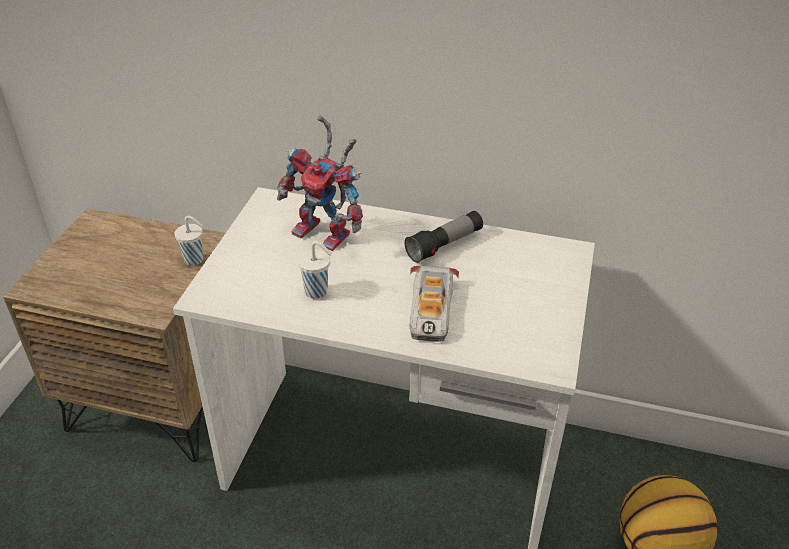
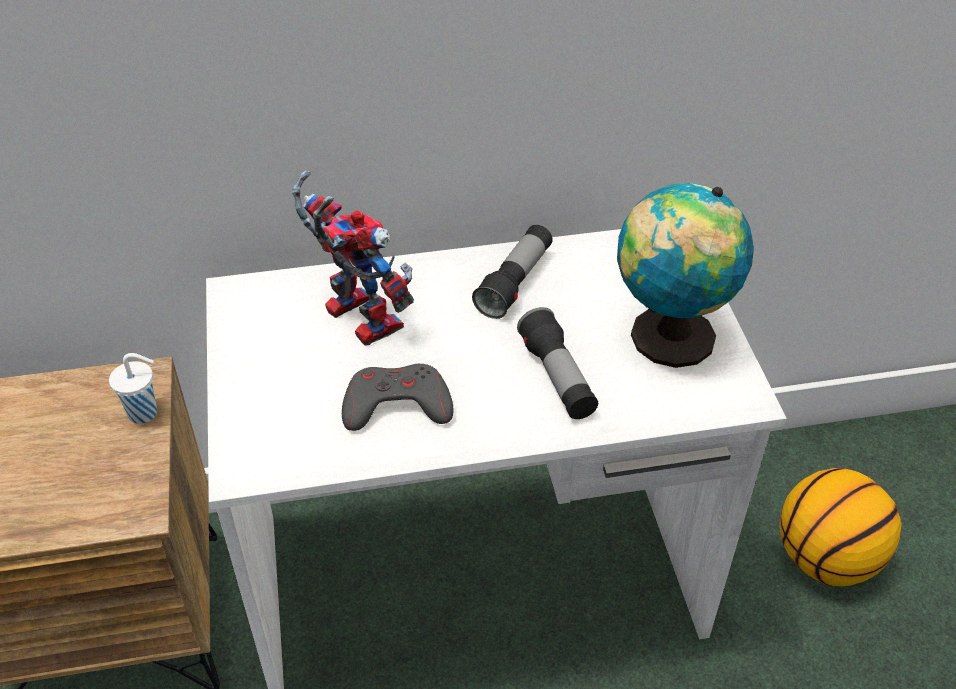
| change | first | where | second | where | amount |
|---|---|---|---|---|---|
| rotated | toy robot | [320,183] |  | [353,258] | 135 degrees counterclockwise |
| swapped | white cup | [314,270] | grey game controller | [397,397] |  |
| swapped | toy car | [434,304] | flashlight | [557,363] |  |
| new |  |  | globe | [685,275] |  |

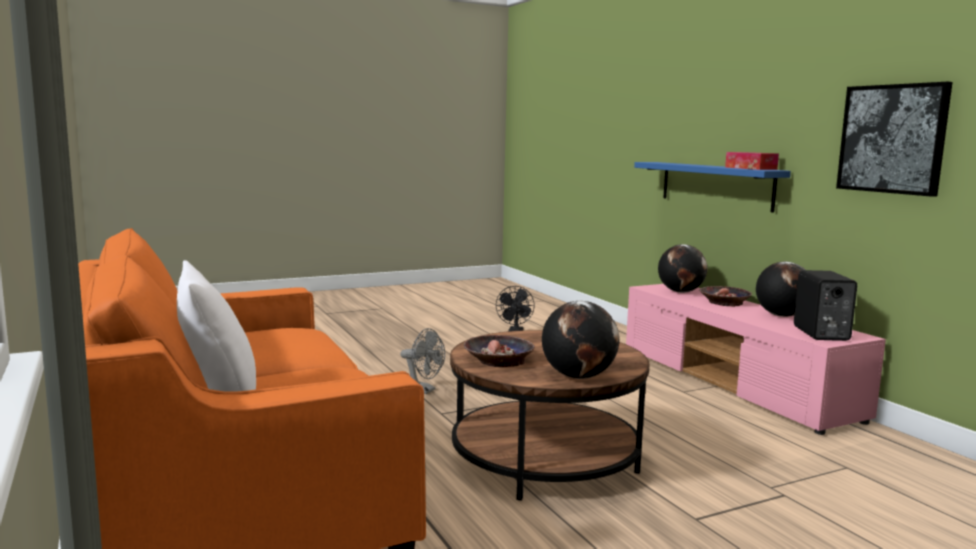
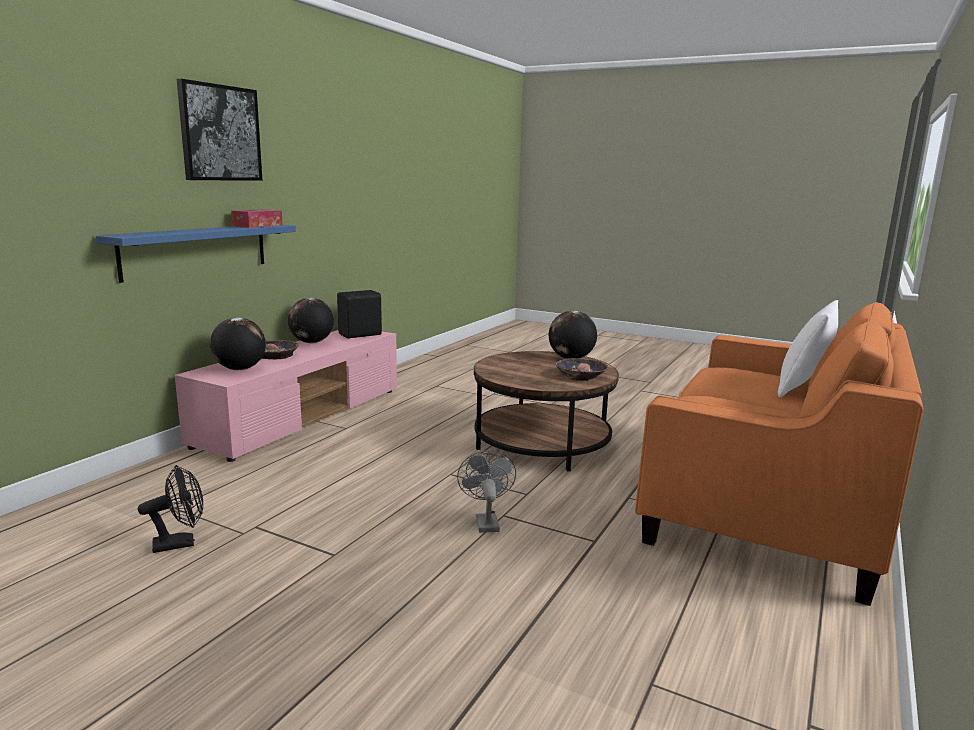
| change | first | where | second | where | amount |
|---|---|---|---|---|---|
| shifted | picture | [894,139] |  | [220,130] |  |

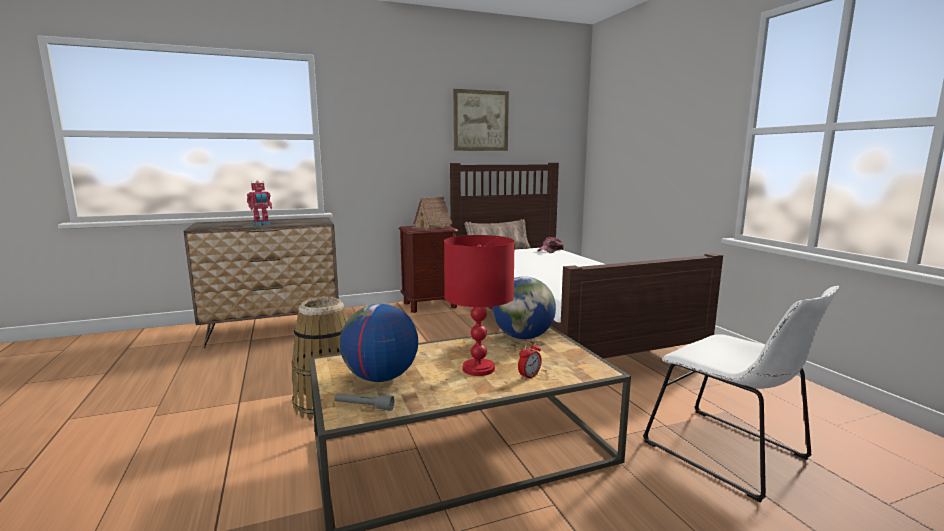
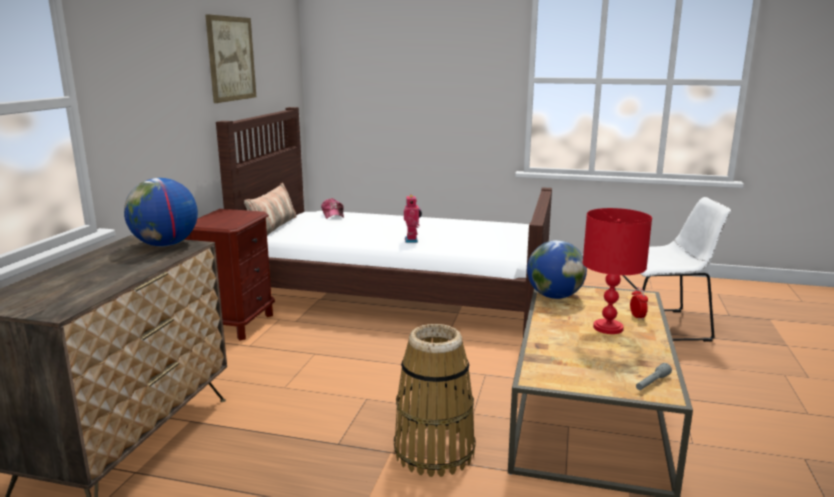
| change | first | where | second | where | amount |
|---|---|---|---|---|---|
| shifted | toy robot | [259,203] |  | [413,219] |  |
| shifted | globe | [379,343] |  | [161,212] |  |
| gone | toy house | [431,213] |  |  |  |

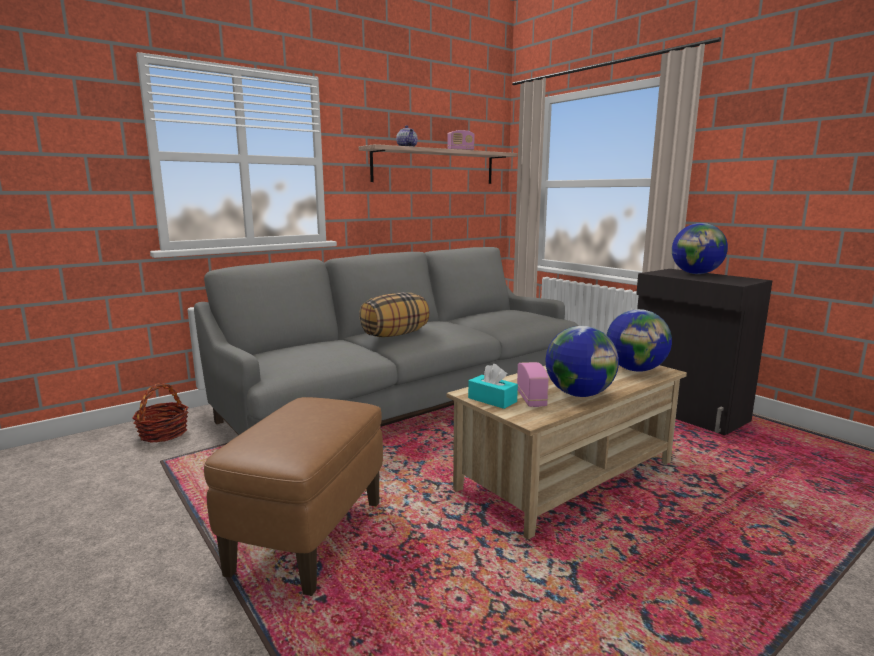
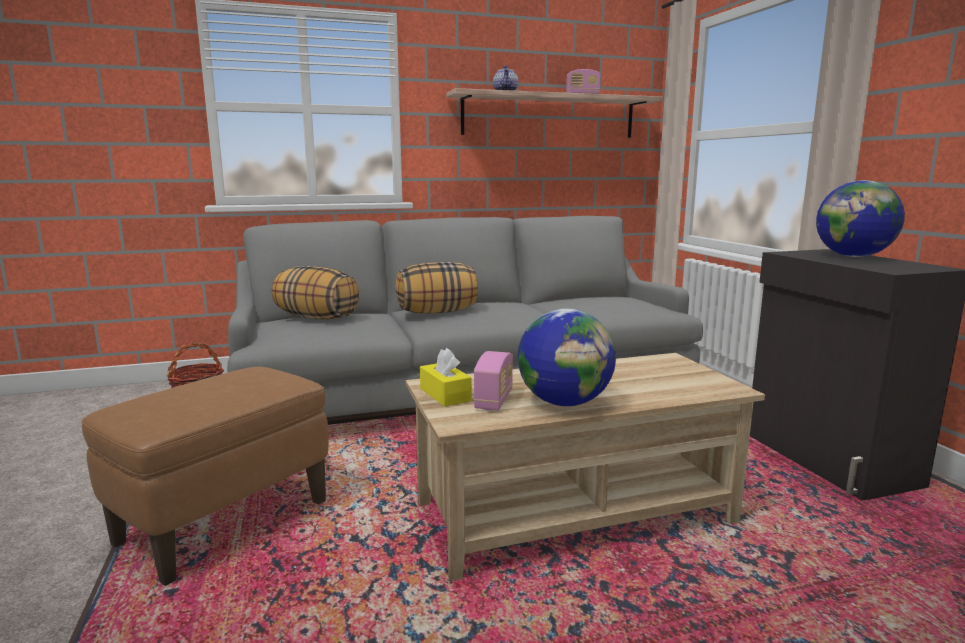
| change | first | where | second | where | amount |
|---|---|---|---|---|---|
| repainted | turquoise tissue box | [493,386] | yellow tissue box | [446,377] |  |
| gone | globe | [639,340] |  |  |  |
| new |  |  | pillow | [315,293] |  |

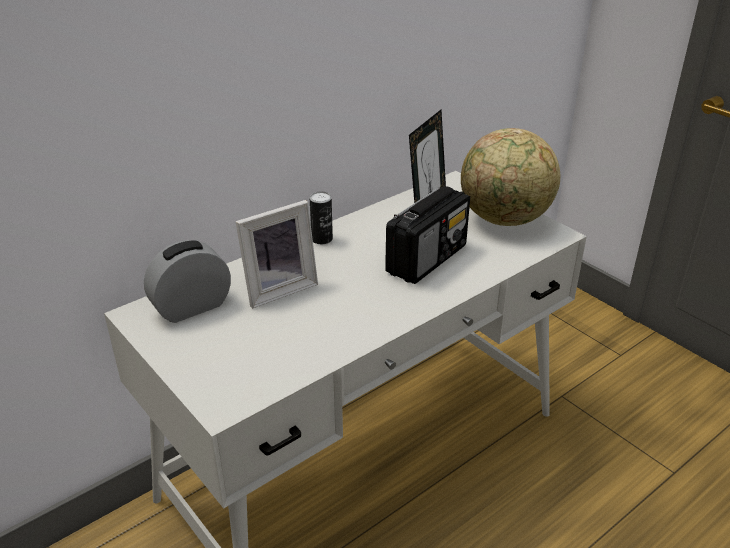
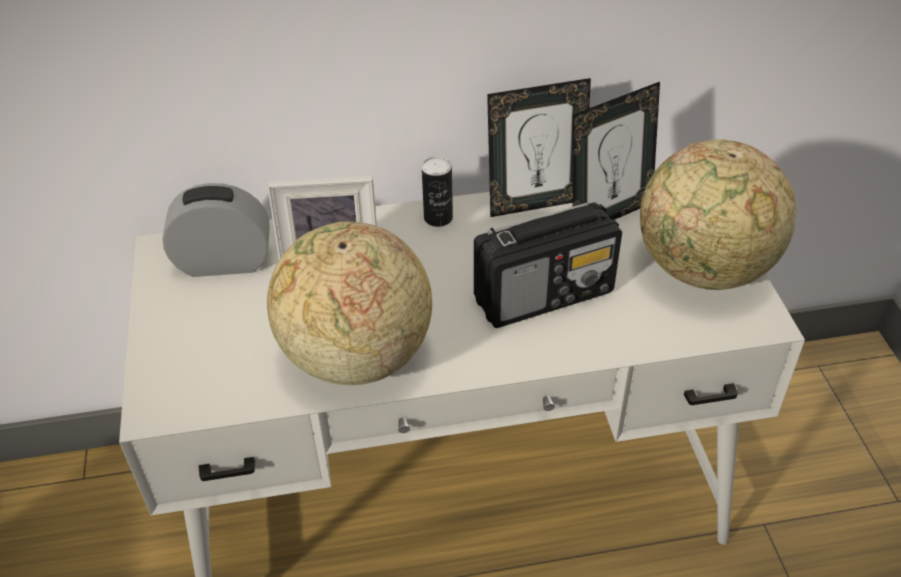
| change | first | where | second | where | amount |
|---|---|---|---|---|---|
| new |  |  | globe | [349,303] |  |
| new |  |  | picture frame | [539,147] |  |

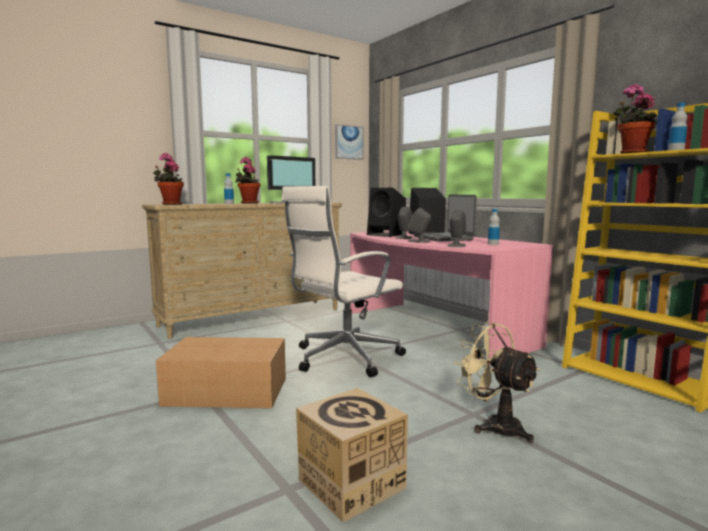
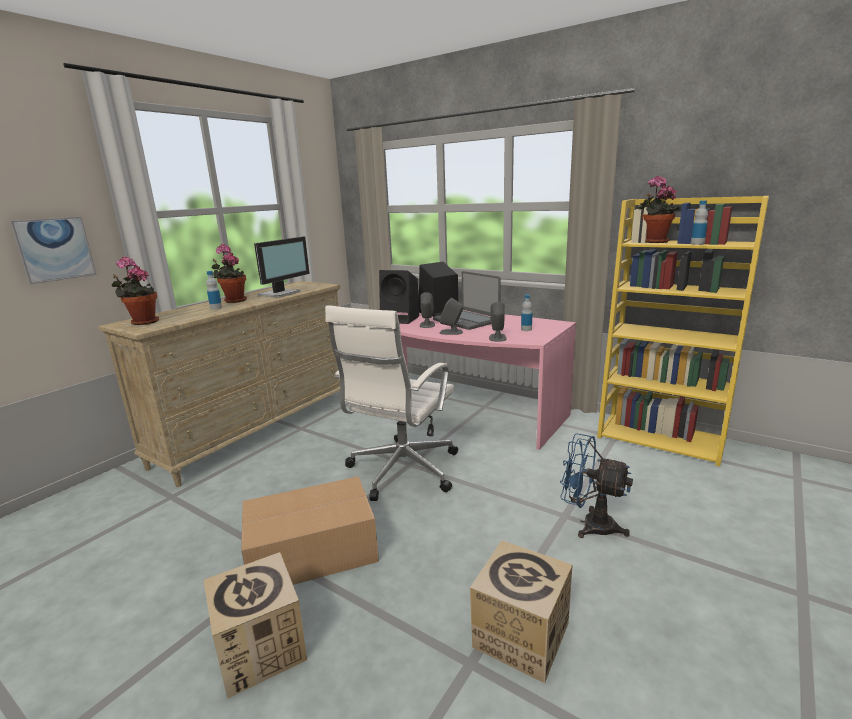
| change | first | where | second | where | amount |
|---|---|---|---|---|---|
| shifted | picture | [349,142] |  | [53,250] |  |
| repainted | beige fan | [497,382] | blue fan | [596,485] |  |
| new |  |  | cardboard box | [255,625] |  |

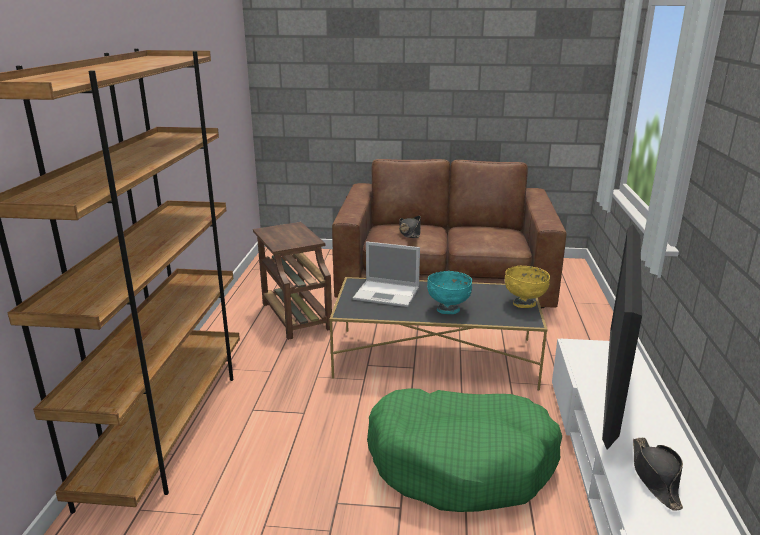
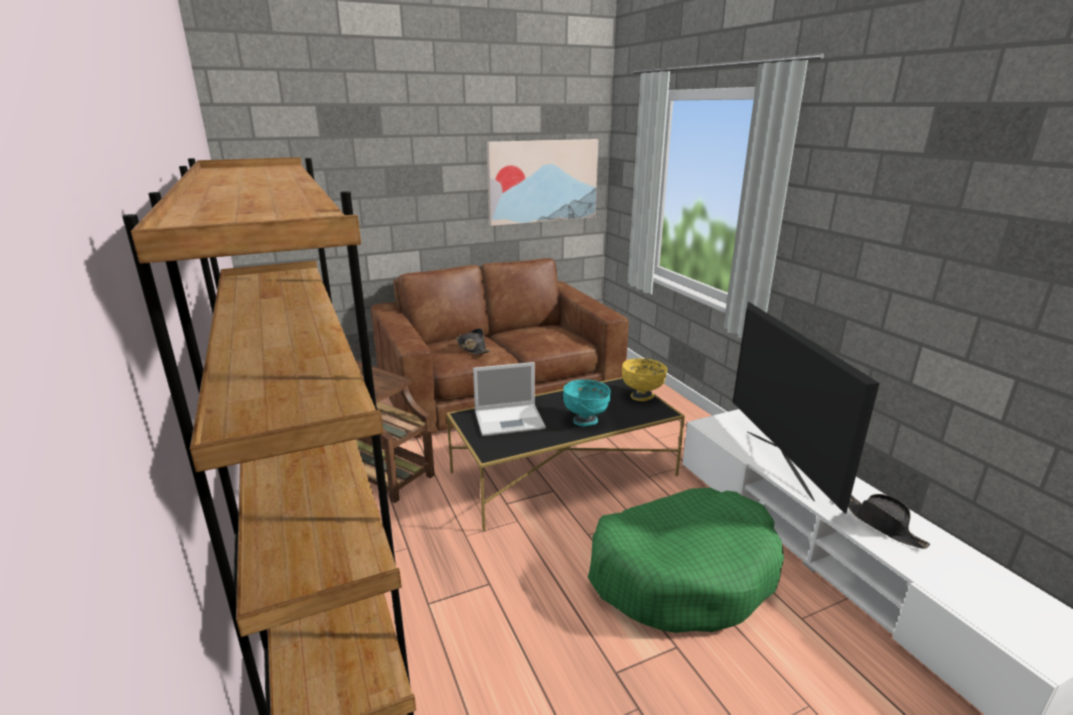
| change | first | where | second | where | amount |
|---|---|---|---|---|---|
| new |  |  | picture | [542,182] |  |

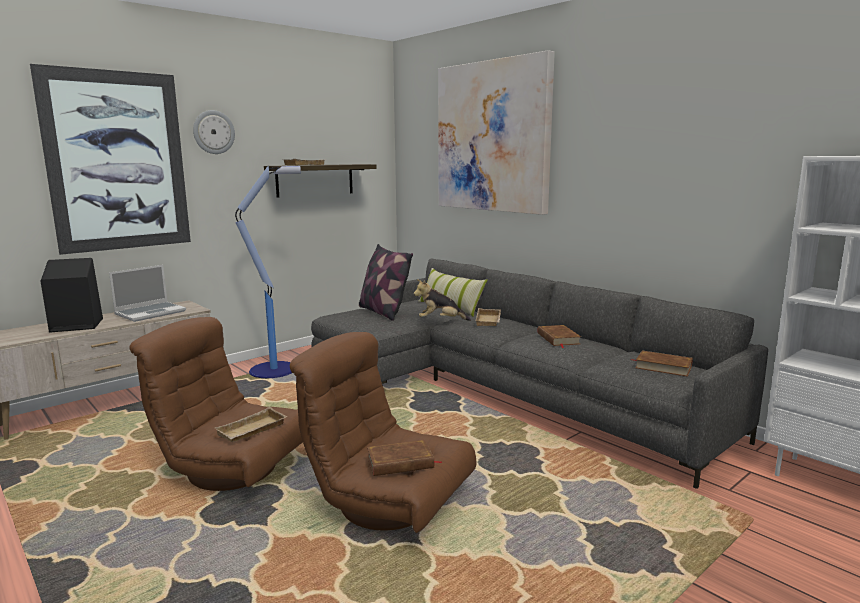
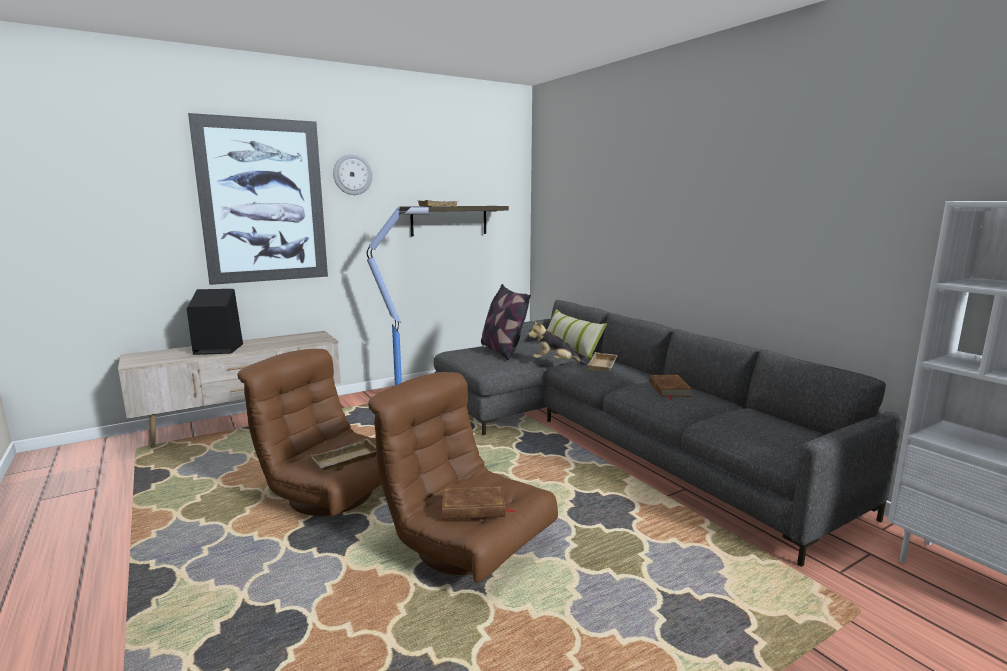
| change | first | where | second | where | amount |
|---|---|---|---|---|---|
| gone | laptop | [147,293] |  |  |  |
| gone | picture | [496,132] |  |  |  |
| gone | brown book | [662,364] |  |  |  |

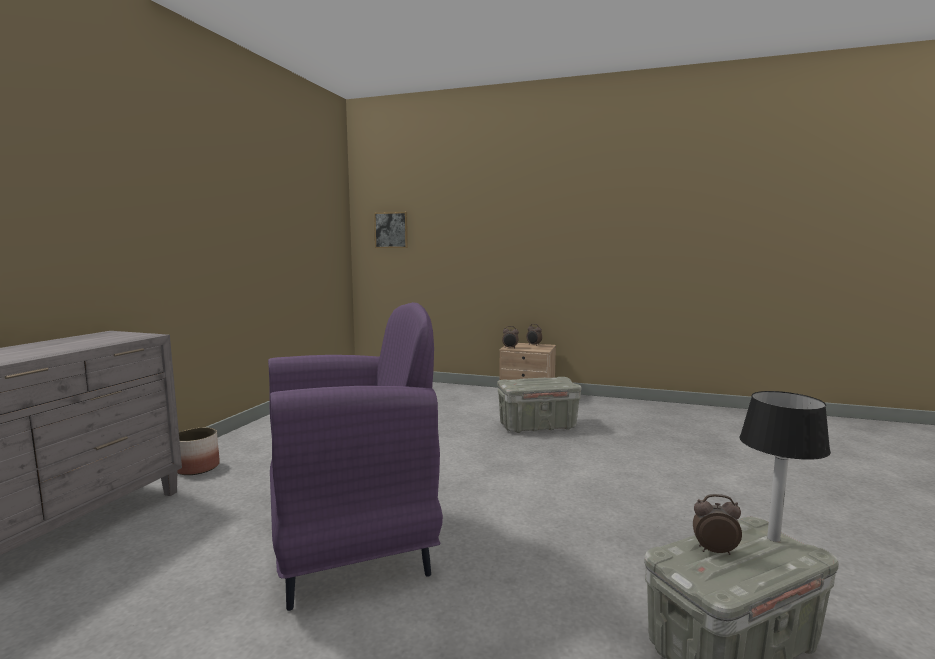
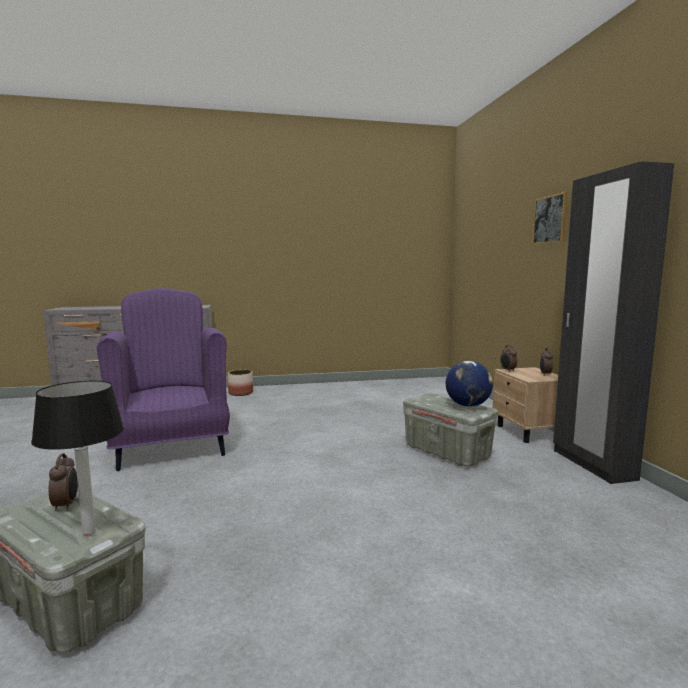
| change | first | where | second | where | amount |
|---|---|---|---|---|---|
| rotated | purple armchair | [355,456] |  | [163,379] | 150 degrees counterclockwise |
| shifted | picture | [391,230] |  | [550,218] |  |
| new |  |  | globe | [469,384] |  |
| new |  |  | black wardrobe | [613,322] |  |

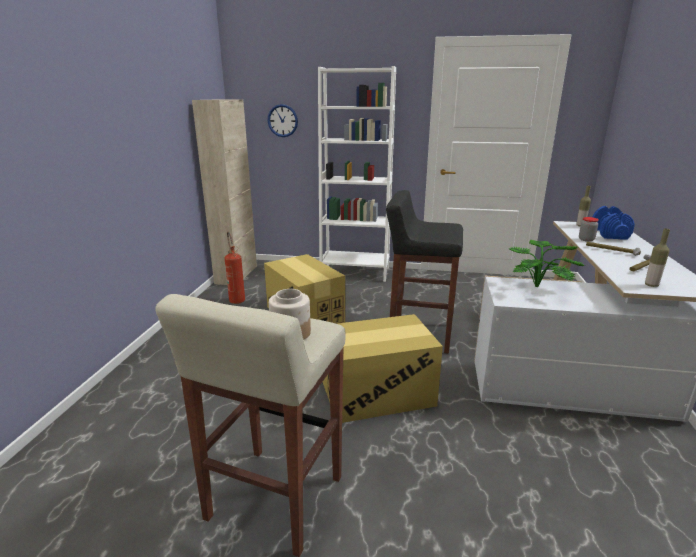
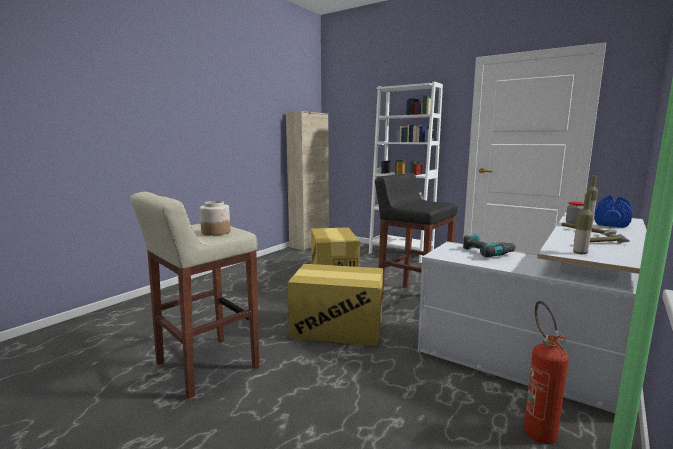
| change | first | where | second | where | amount |
|---|---|---|---|---|---|
| shifted | fire extinguisher | [235,268] |  | [546,372] |  |
| gone | wall clock | [283,120] |  |  |  |
| swapped | potted plant | [547,263] | power drill | [490,245] |  |

